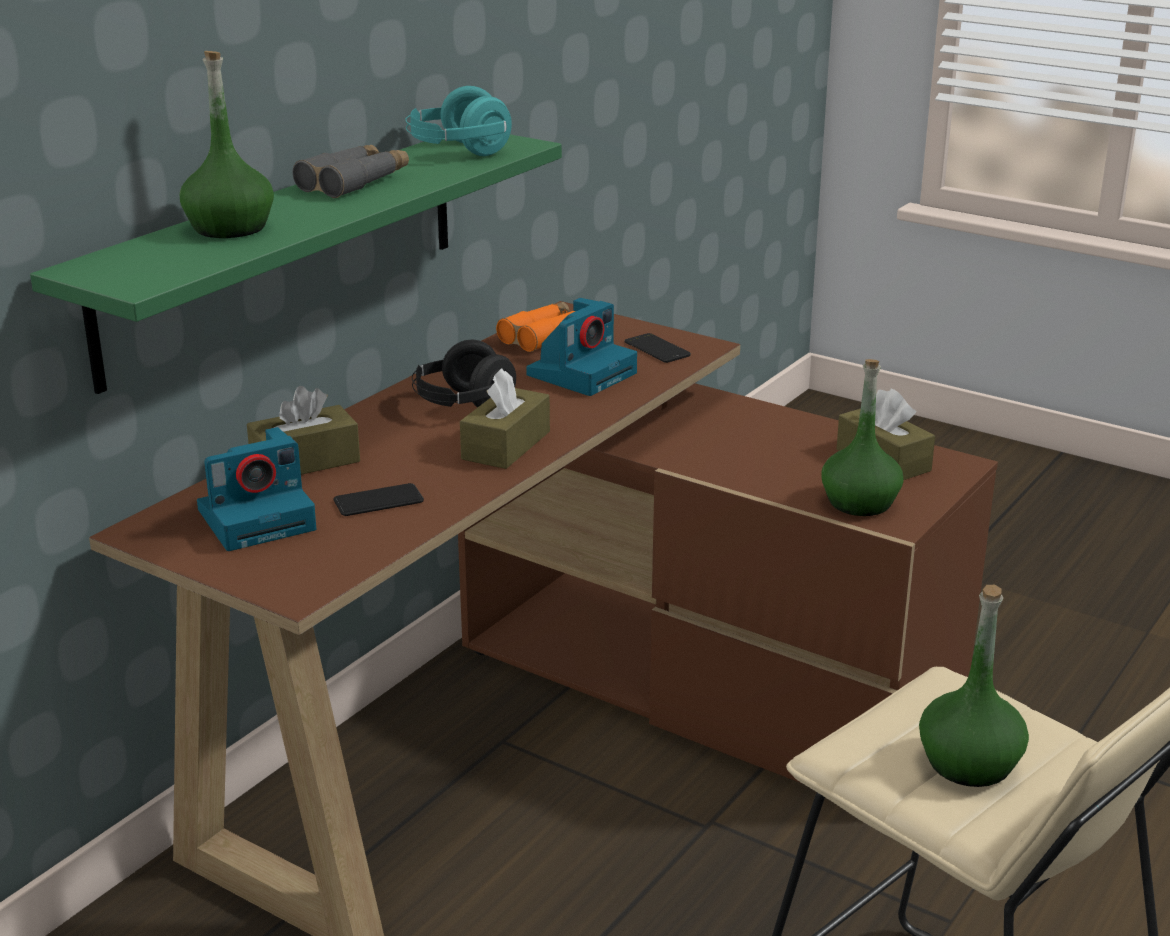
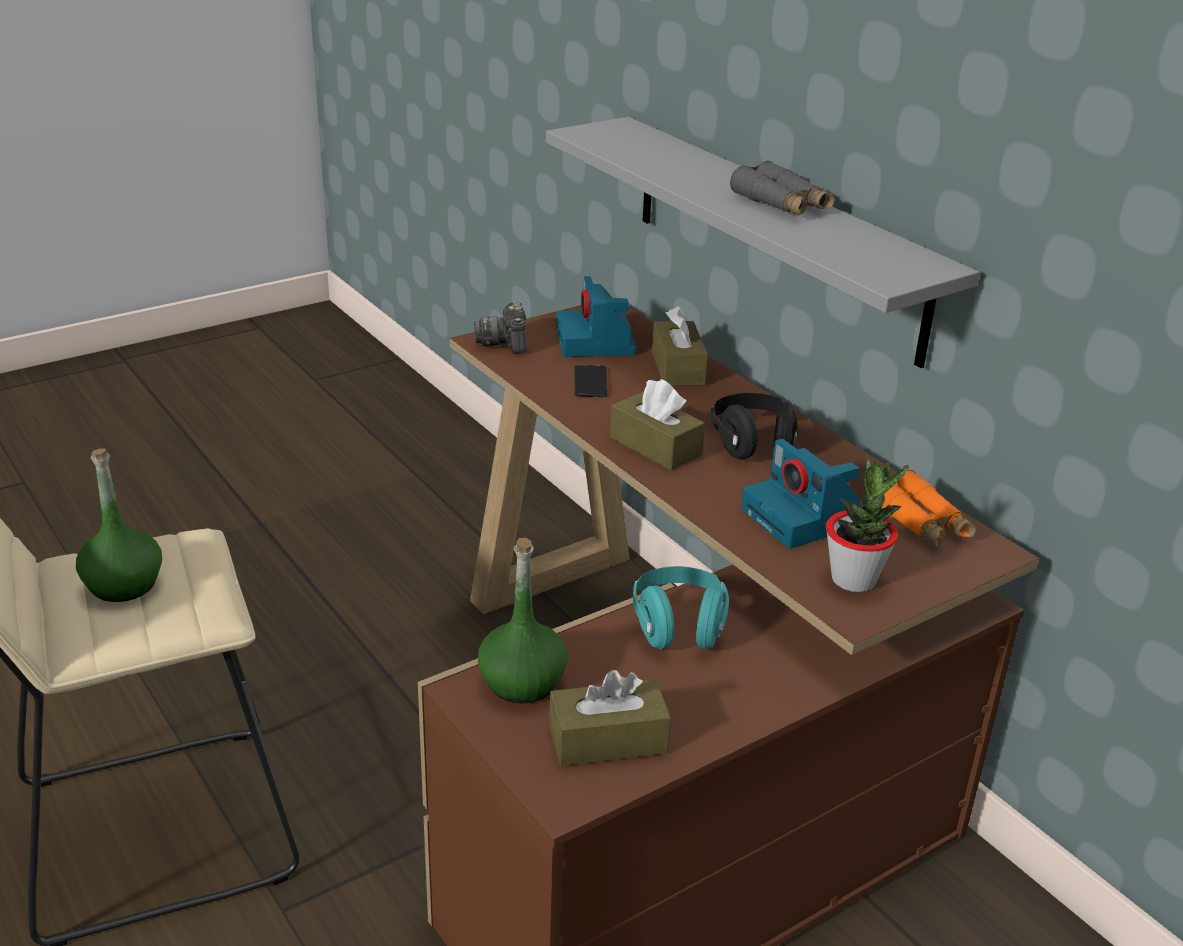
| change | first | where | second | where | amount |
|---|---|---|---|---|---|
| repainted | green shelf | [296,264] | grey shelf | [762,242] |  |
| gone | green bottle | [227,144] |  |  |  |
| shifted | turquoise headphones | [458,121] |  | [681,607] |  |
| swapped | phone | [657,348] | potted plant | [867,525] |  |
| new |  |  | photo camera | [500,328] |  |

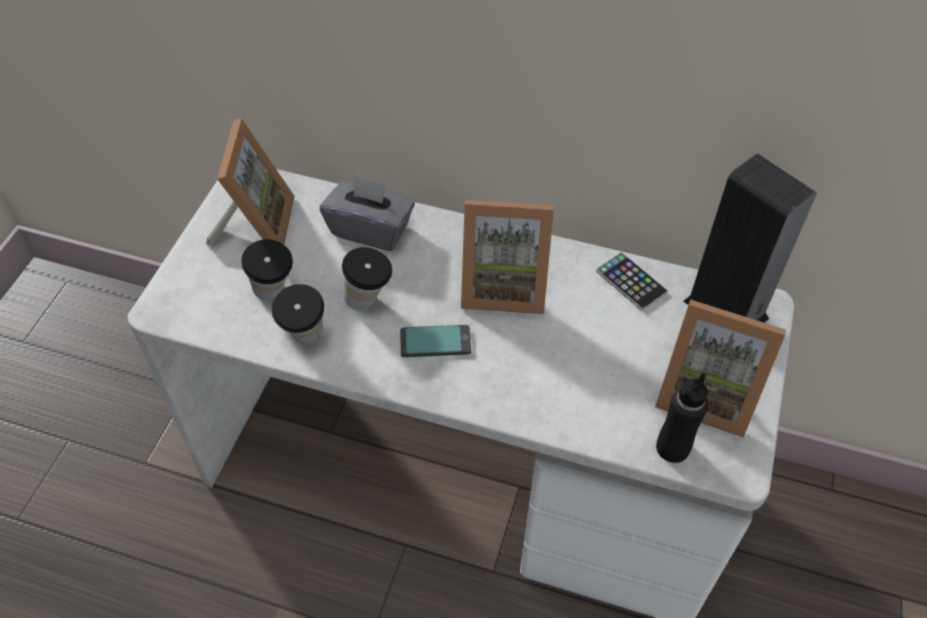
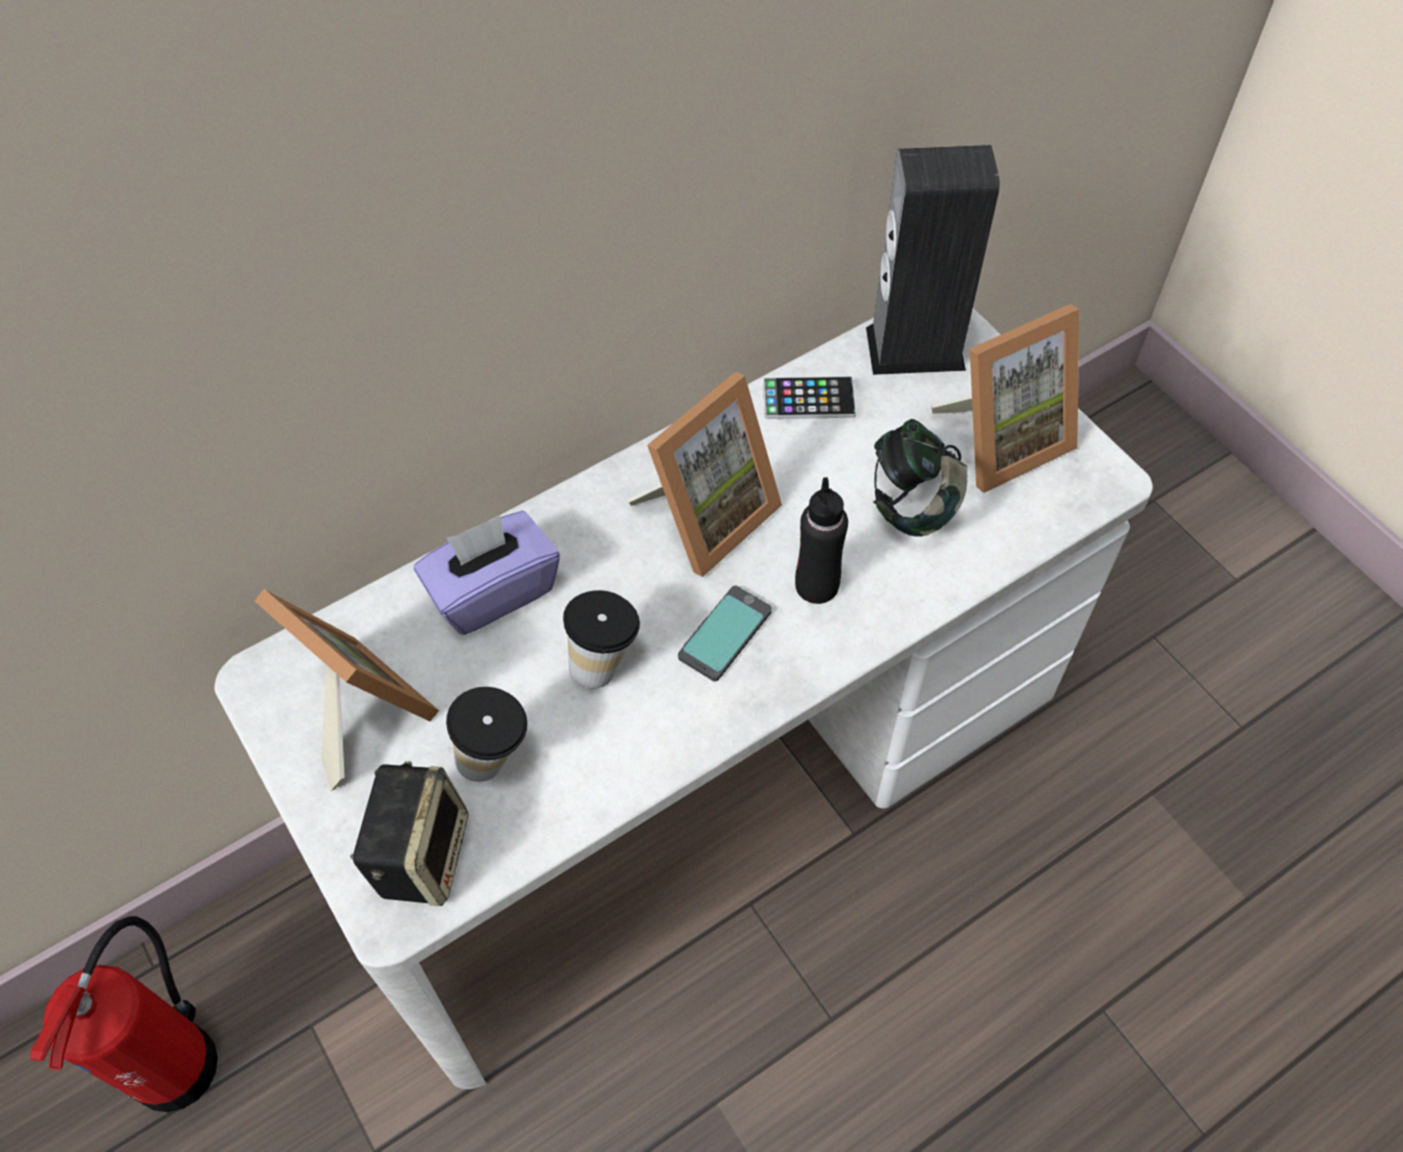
| change | first | where | second | where | amount |
|---|---|---|---|---|---|
| gone | cup | [298,314] |  |  |  |
| repainted | grey tissue box | [367,212] | purple tissue box | [487,573] |  |
| shifted | black bottle | [682,417] |  | [821,540] |  |
| new |  |  | fire extinguisher | [124,1014] |  |
| new |  |  | speaker | [409,833] |  |
| new |  |  | headphones | [920,478] |  |

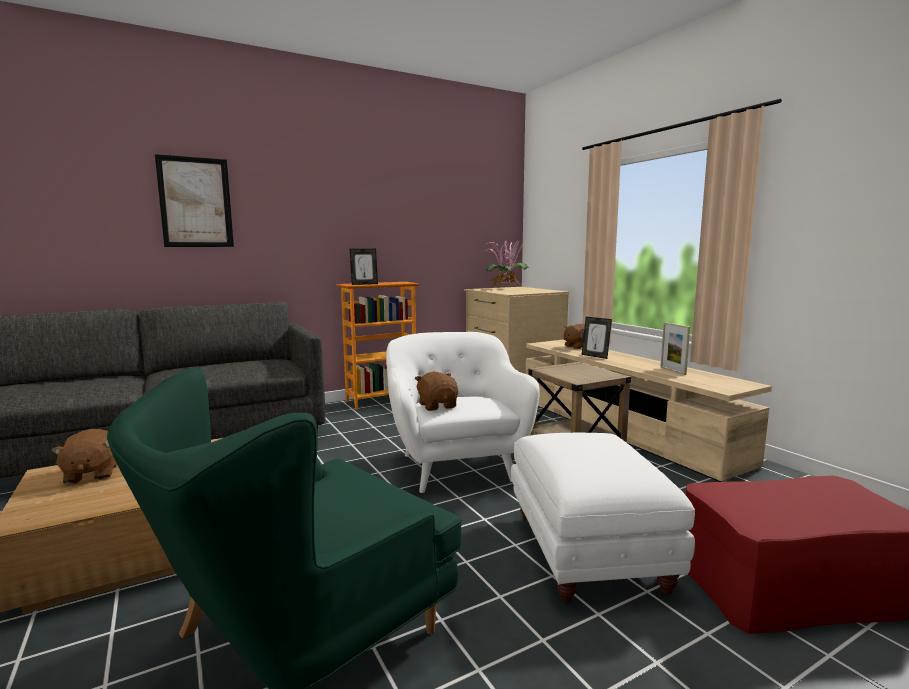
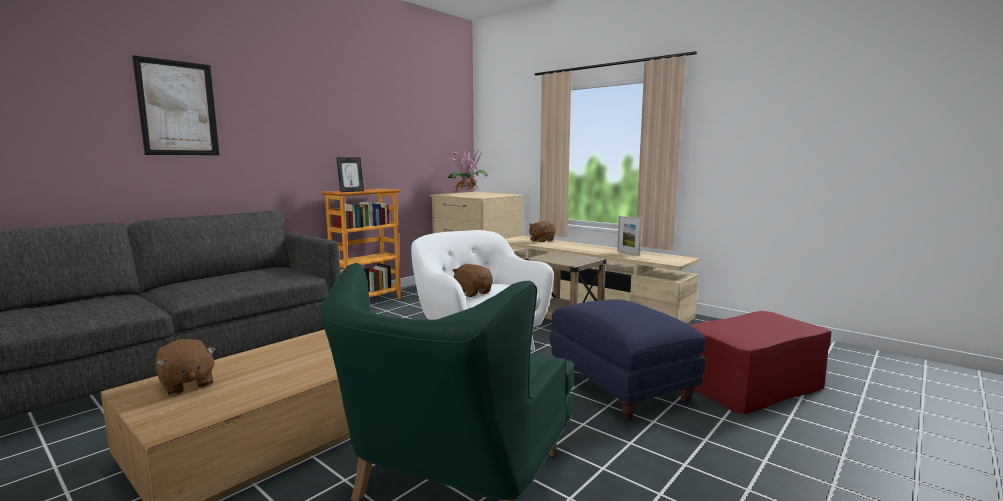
| change | first | where | second | where | amount |
|---|---|---|---|---|---|
| repainted | white ottoman | [603,517] | blue ottoman | [627,359] |  |
| gone | picture frame | [597,338] |  |  |  |

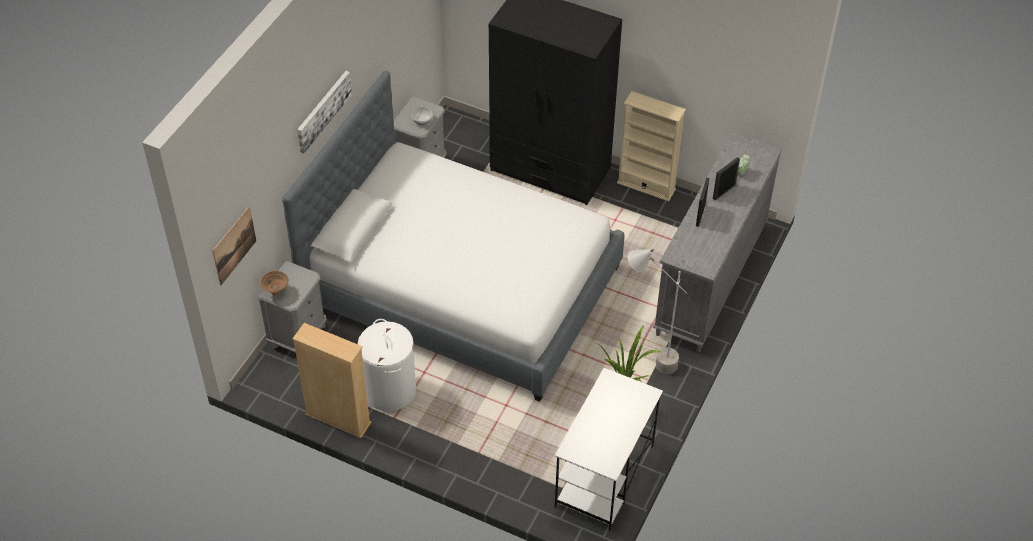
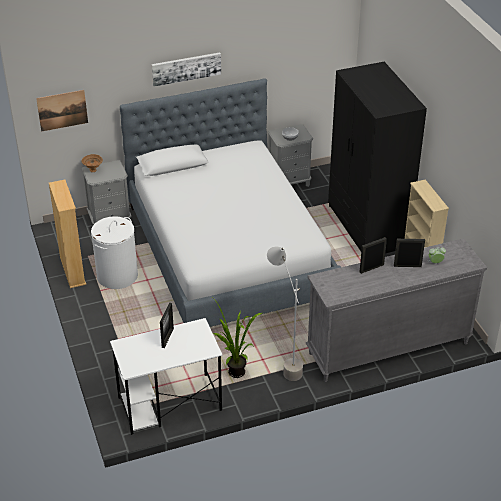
| change | first | where | second | where | amount |
|---|---|---|---|---|---|
| new |  |  | picture frame | [167,325] |  |

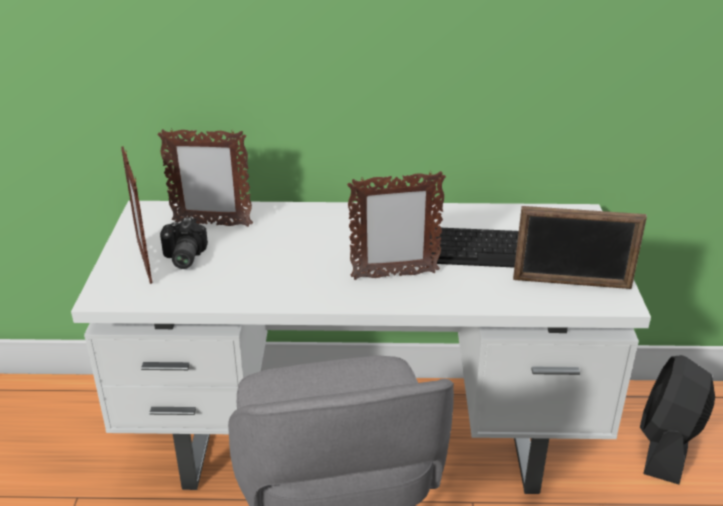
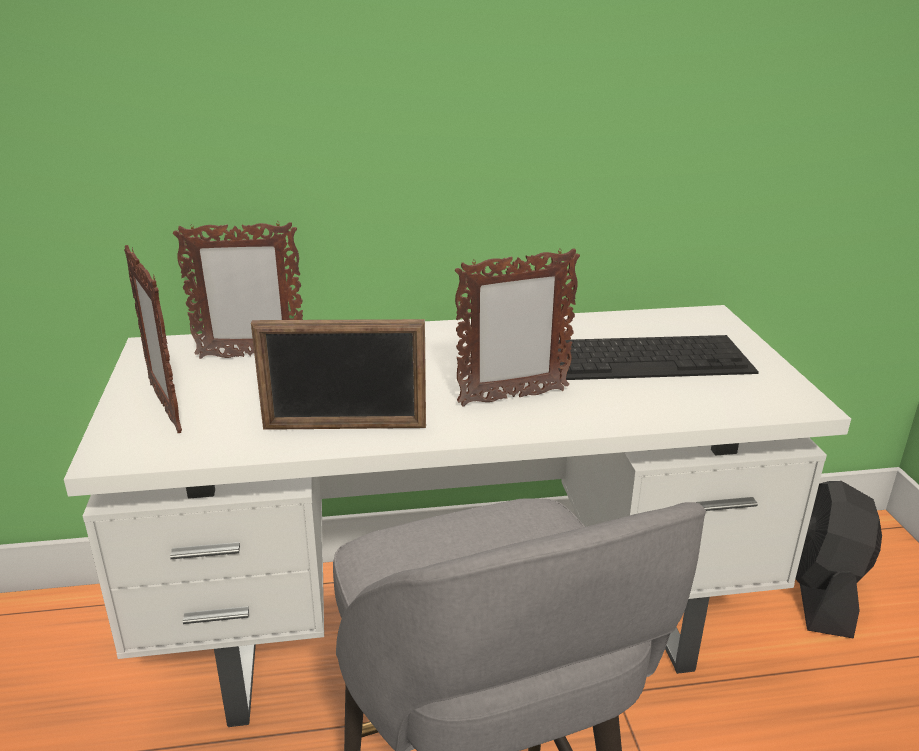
| change | first | where | second | where | amount |
|---|---|---|---|---|---|
| gone | photo camera | [184,243] |  |  |  |
| shifted | picture frame | [580,247] |  | [338,374] |  |

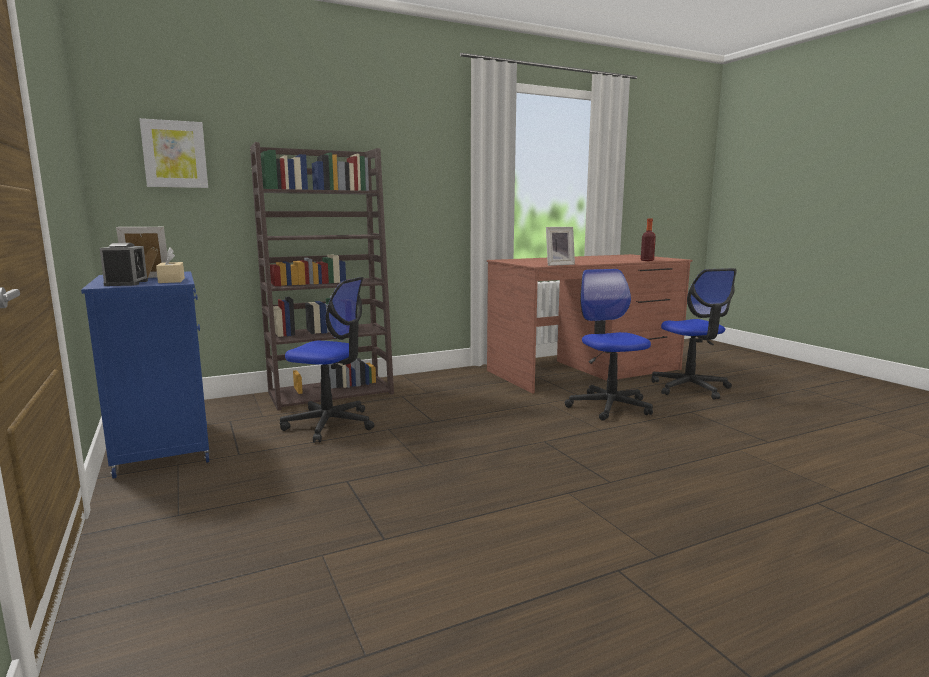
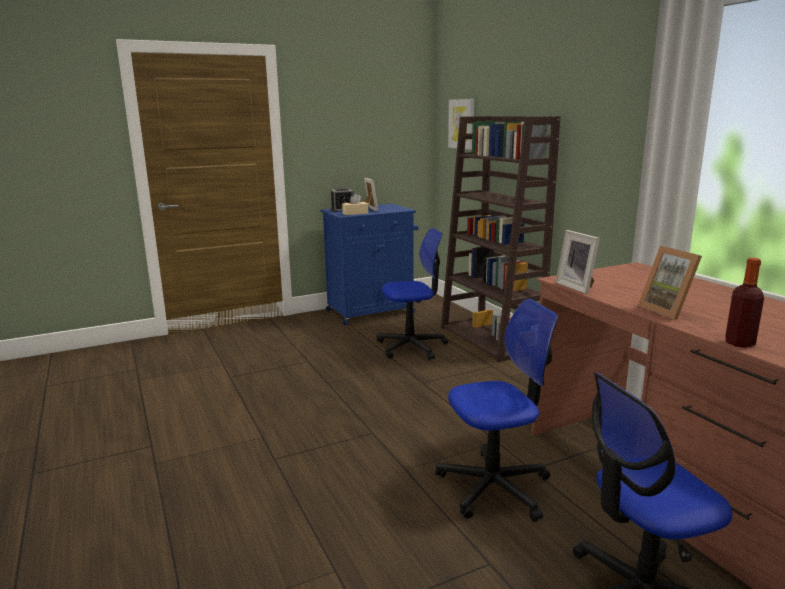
| change | first | where | second | where | amount |
|---|---|---|---|---|---|
| rotated | office chair | [327,359] |  | [412,294] | 120 degrees counterclockwise |
| new |  |  | picture frame | [670,283] |  |

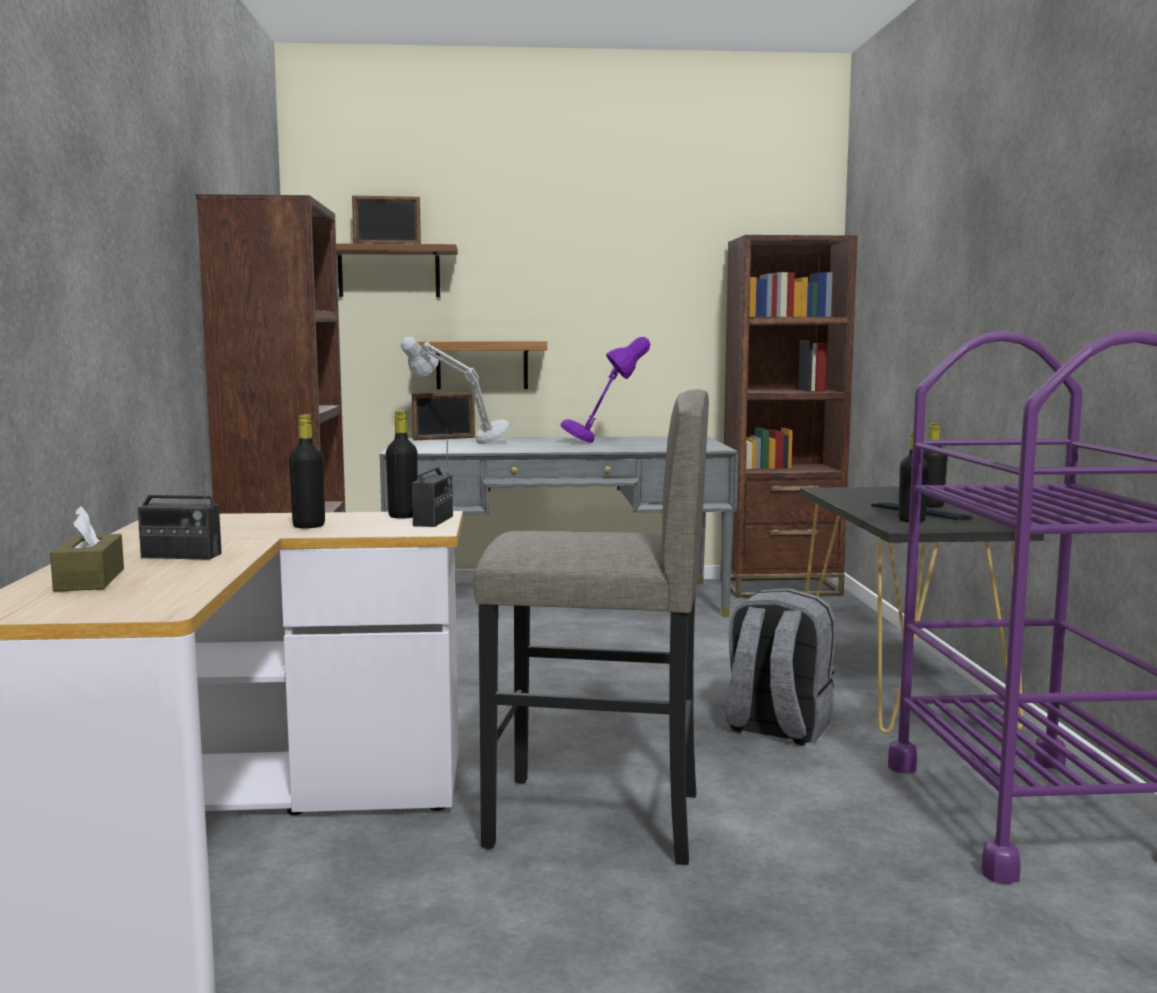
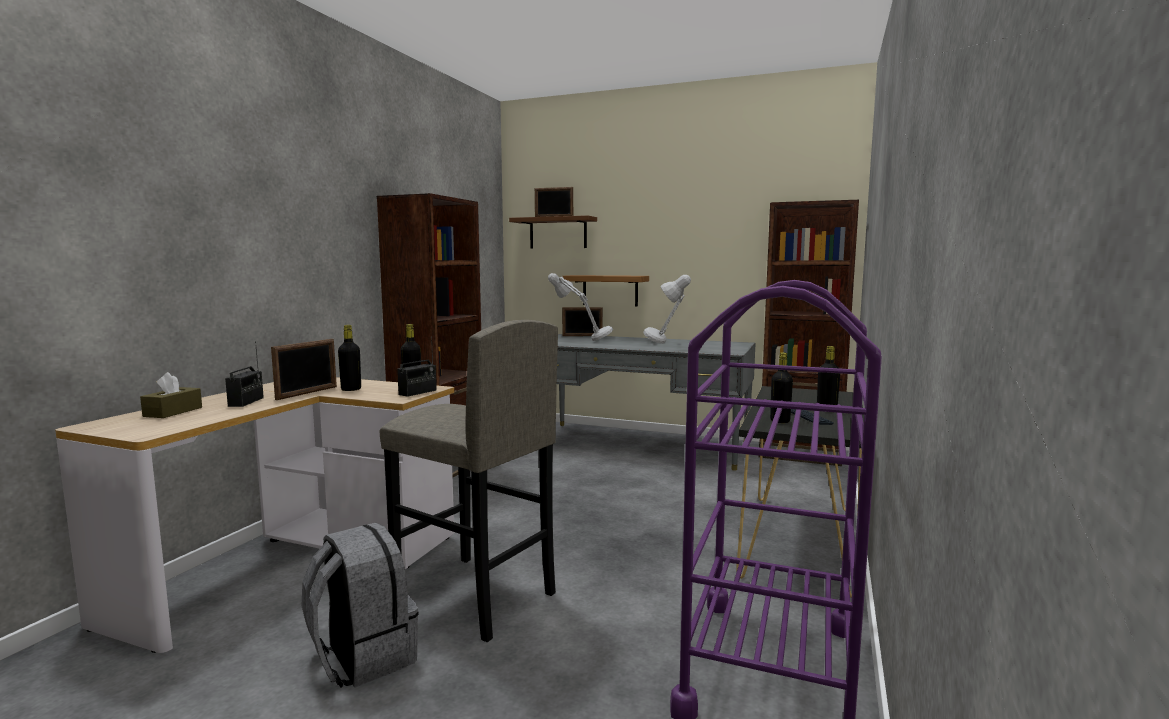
| change | first | where | second | where | amount |
|---|---|---|---|---|---|
| rotated | radio | [180,505] |  | [244,374] | 120 degrees counterclockwise |
| repainted | purple table lamp | [605,390] | grey table lamp | [667,309] |  |
| shifted | grey backpack | [780,666] |  | [360,605] |  |
| new |  |  | picture frame | [304,369] |  |

